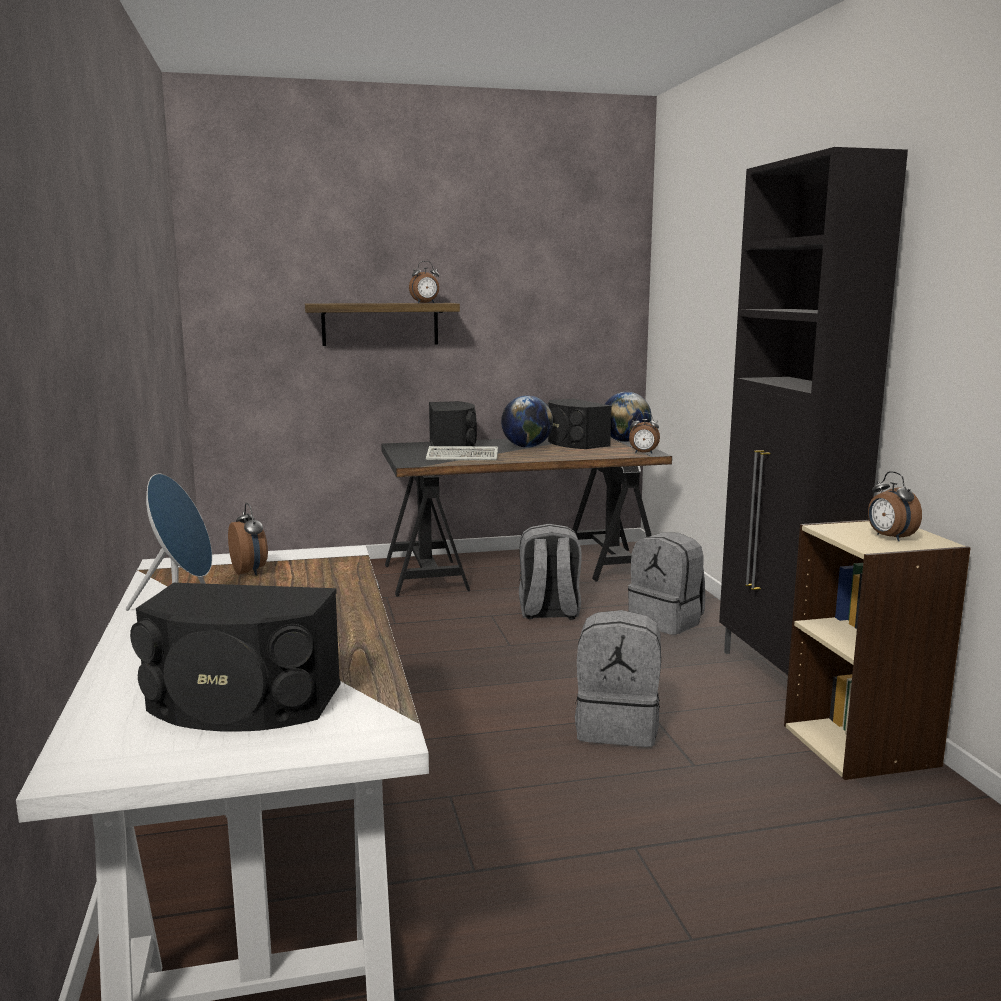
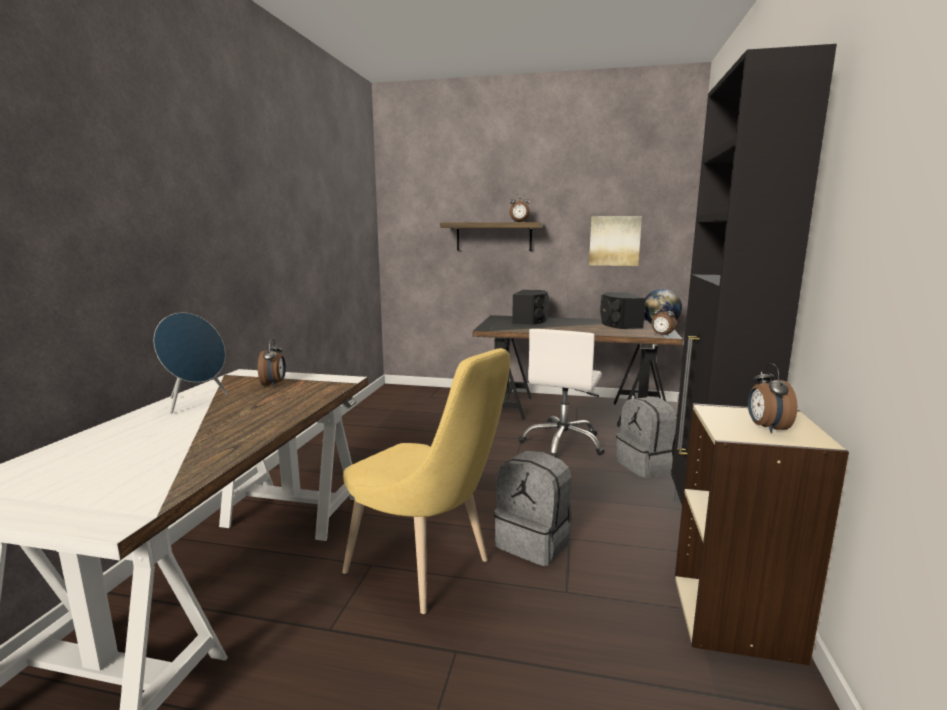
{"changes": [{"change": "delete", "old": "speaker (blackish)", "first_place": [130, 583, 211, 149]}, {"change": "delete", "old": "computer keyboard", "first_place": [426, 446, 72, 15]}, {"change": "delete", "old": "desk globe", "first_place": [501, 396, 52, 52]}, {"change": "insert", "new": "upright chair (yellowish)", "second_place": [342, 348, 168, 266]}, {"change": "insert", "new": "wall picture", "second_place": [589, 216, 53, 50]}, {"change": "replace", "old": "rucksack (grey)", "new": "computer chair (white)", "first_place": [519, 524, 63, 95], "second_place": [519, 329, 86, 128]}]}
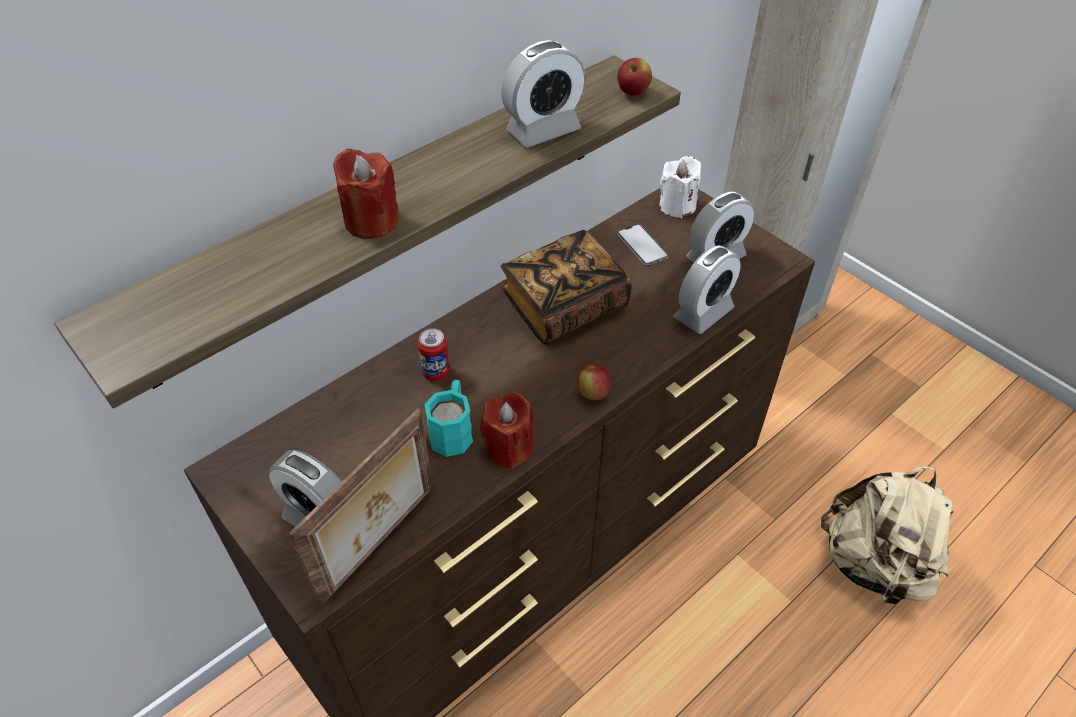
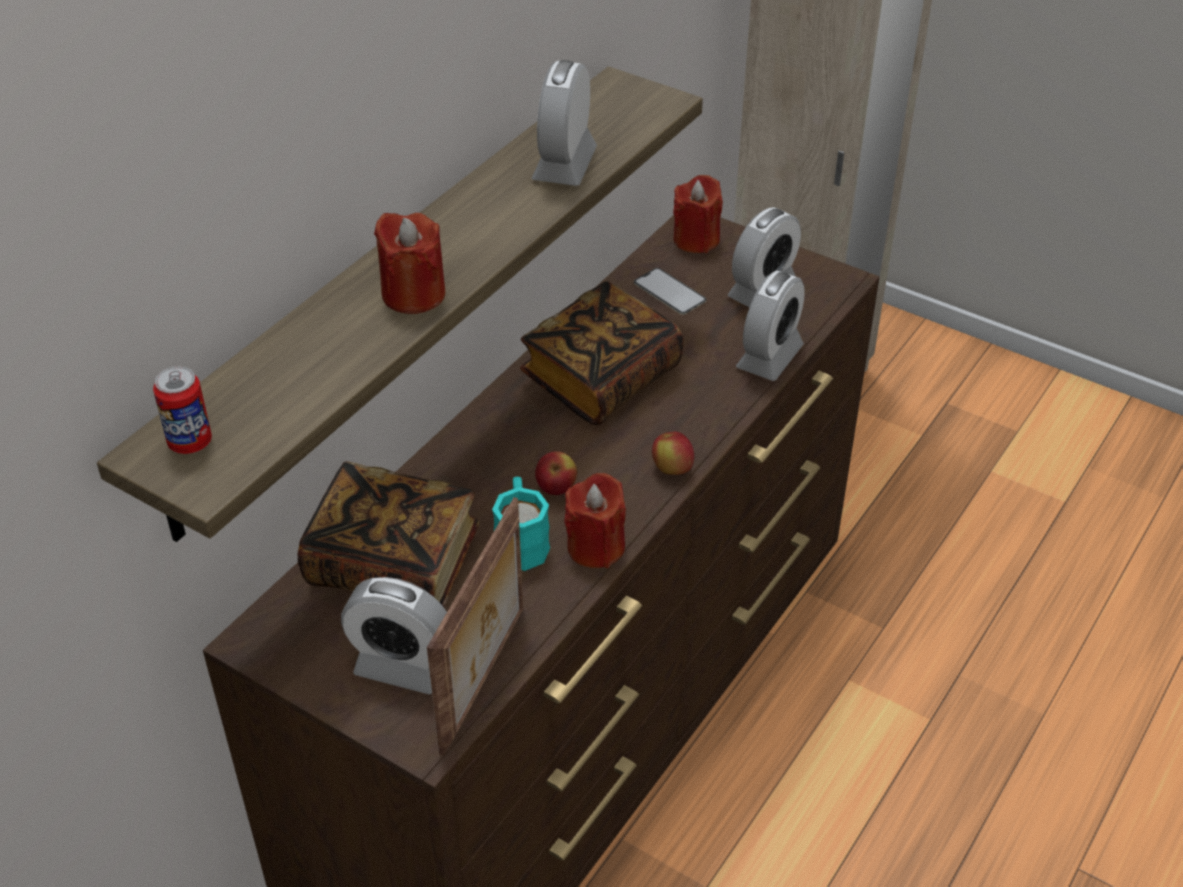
{"changes": [{"change": "delete", "old": "rucksack (beige)", "first_place": [821, 466, 133, 141]}, {"change": "insert", "new": "book", "second_place": [298, 461, 182, 146]}, {"change": "move", "old": "can", "first_place": [418, 328, 32, 53], "second_place": [153, 366, 59, 88]}, {"change": "move", "old": "whole apple", "first_place": [617, 58, 35, 38], "second_place": [535, 451, 42, 44]}, {"change": "recolor", "old": "wax candle (white)", "new": "wax candle (red-coloured)", "first_place": [659, 156, 42, 62], "second_place": [673, 175, 50, 78]}, {"change": "rotate", "old": "alarm clock", "first_place": [501, 40, 84, 107], "second_place": [532, 60, 65, 126], "degrees": 150}]}
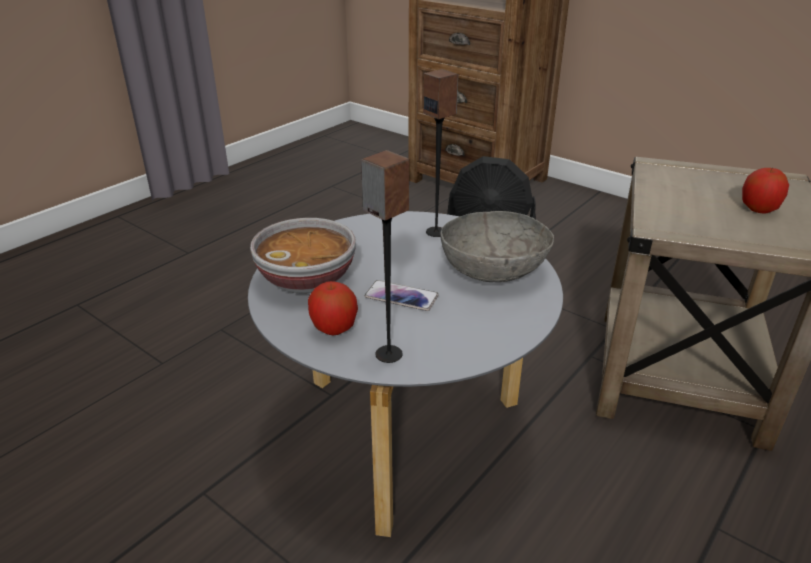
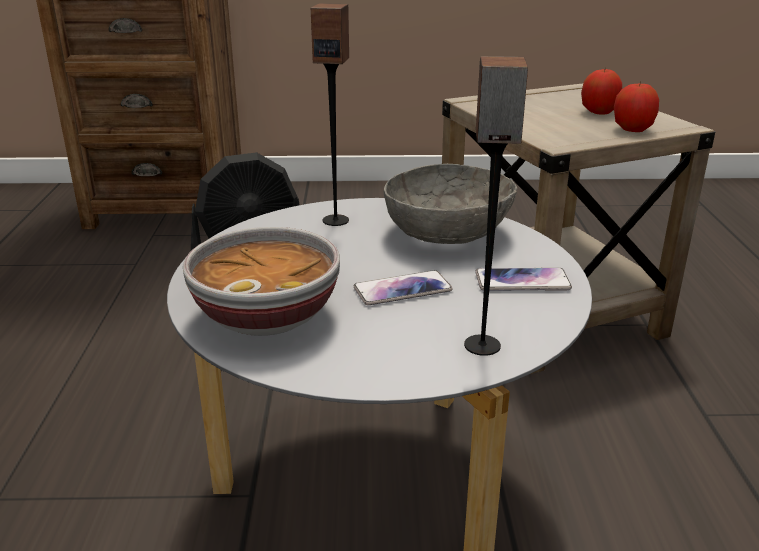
{"changes": [{"change": "insert", "new": "handset", "second_place": [475, 268, 97, 23]}, {"change": "move", "old": "whole apple", "first_place": [308, 281, 50, 54], "second_place": [614, 82, 45, 50]}]}
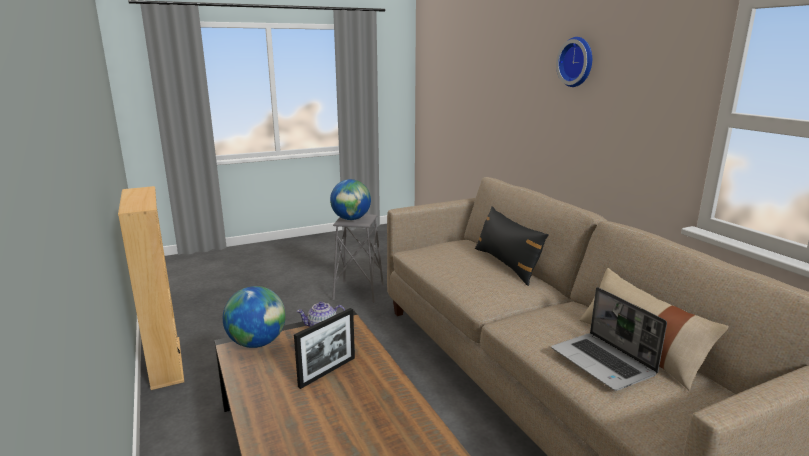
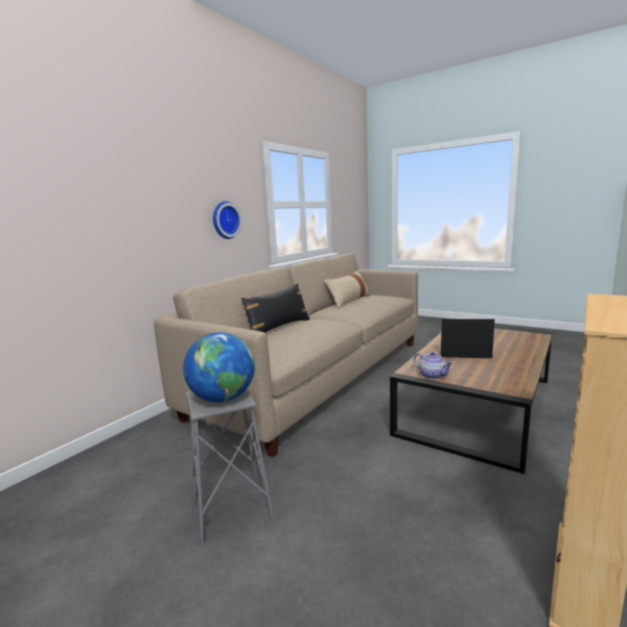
{"changes": [{"change": "delete", "old": "desk globe", "first_place": [223, 286, 63, 62]}, {"change": "delete", "old": "portable computer", "first_place": [551, 287, 116, 104]}, {"change": "move", "old": "hanging clock", "first_place": [556, 37, 36, 50], "second_place": [213, 201, 29, 38]}]}
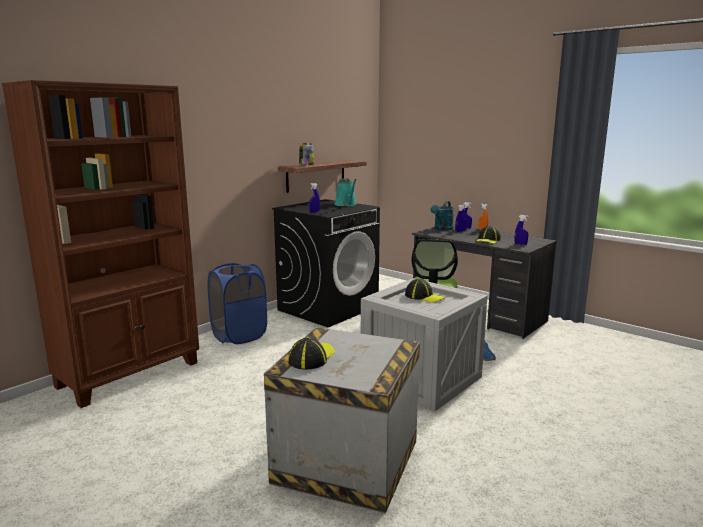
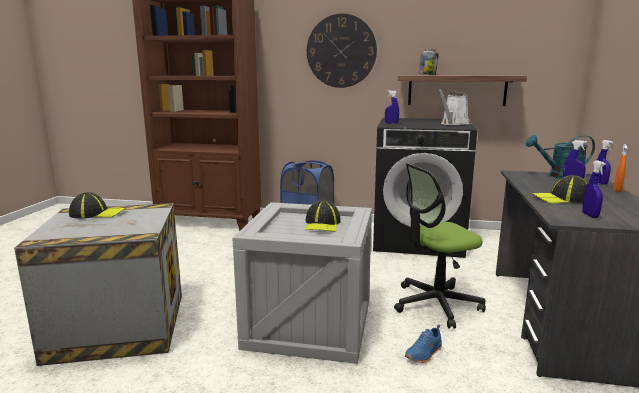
{"changes": [{"change": "insert", "new": "hanging clock", "second_place": [307, 13, 70, 75]}, {"change": "recolor", "old": "sprinkling can (blue-green)", "new": "sprinkling can (white)", "first_place": [335, 178, 22, 28], "second_place": [438, 89, 32, 36]}]}
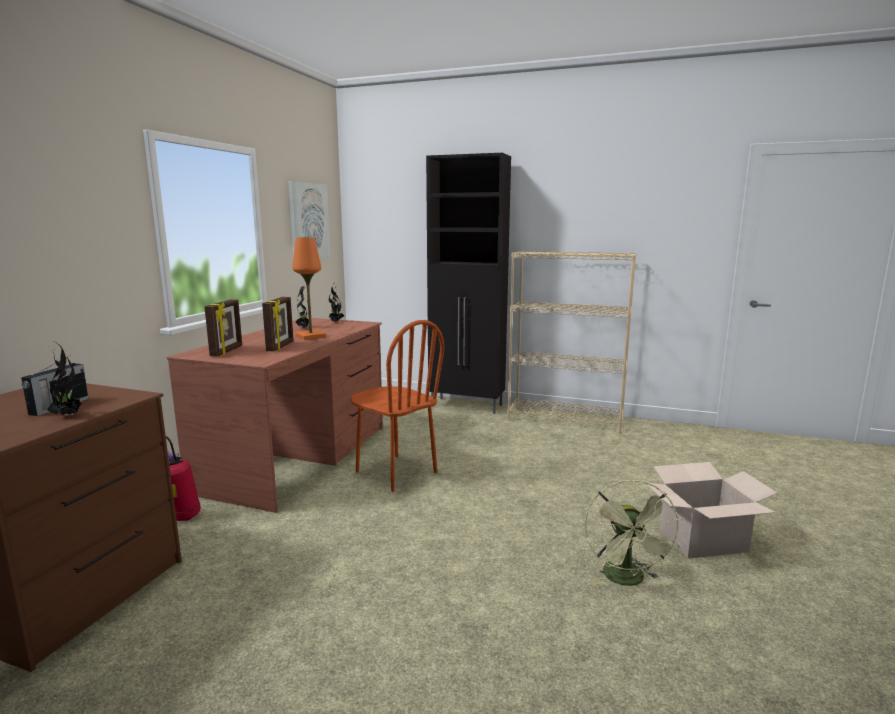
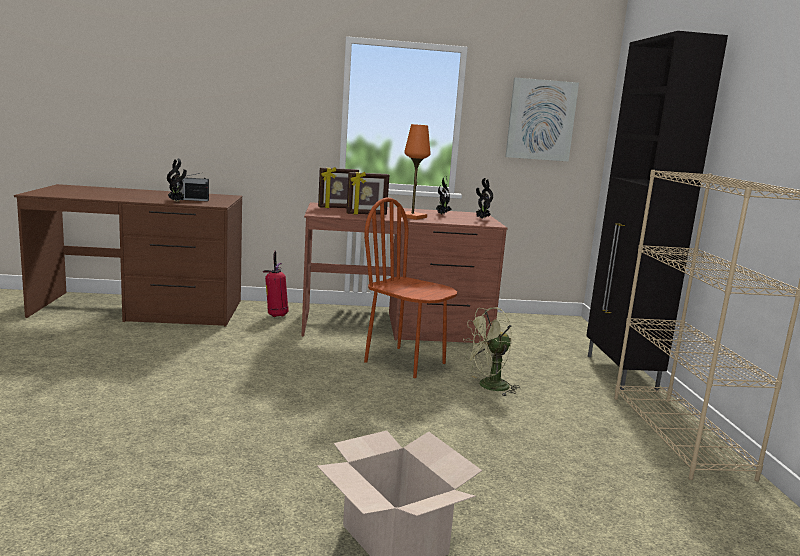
{"changes": [{"change": "move", "old": "fan (green)", "first_place": [584, 479, 98, 107], "second_place": [463, 307, 57, 89]}, {"change": "rotate", "old": "upright chair (brown)", "first_place": [350, 320, 94, 172], "second_place": [364, 197, 93, 181], "degrees": 105}]}
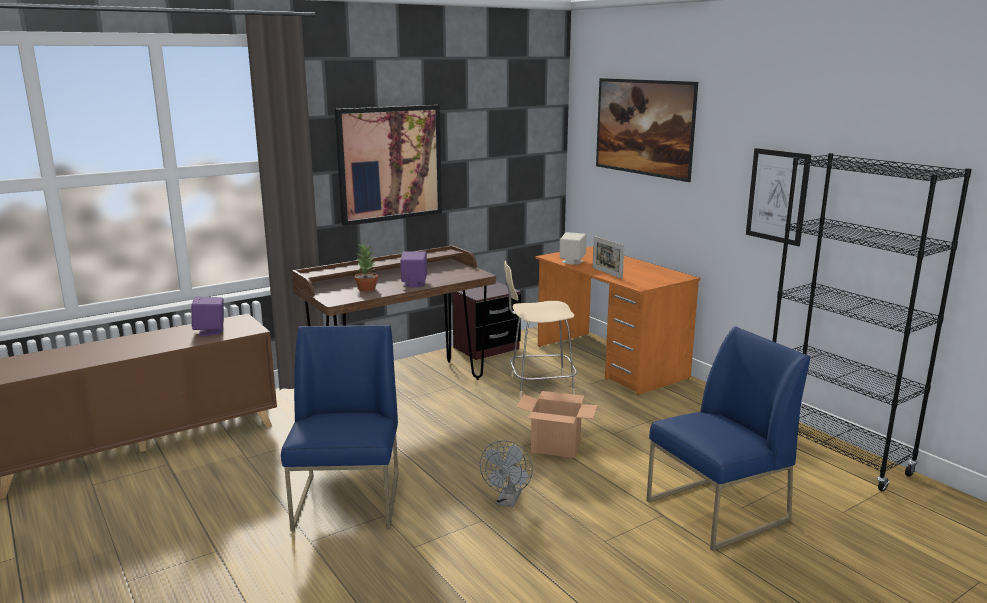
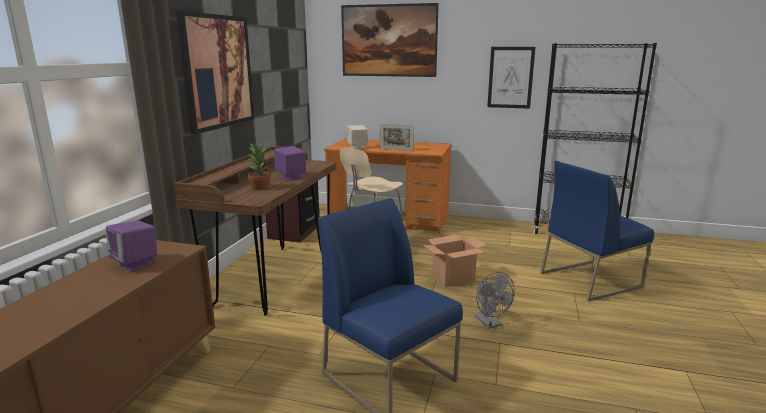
{"changes": [{"change": "rotate", "old": "upright chair (bluish)", "first_place": [646, 326, 164, 225], "second_place": [541, 161, 113, 141], "degrees": -135}]}
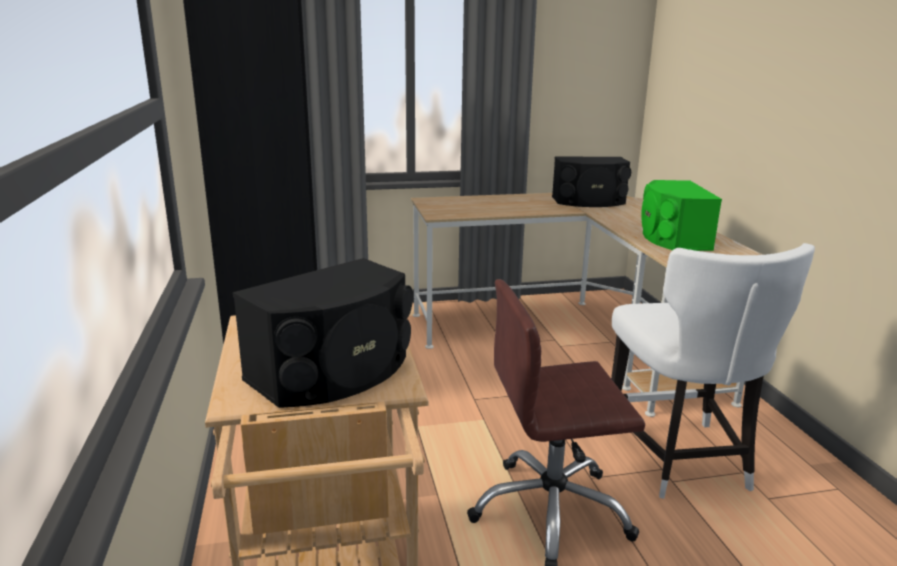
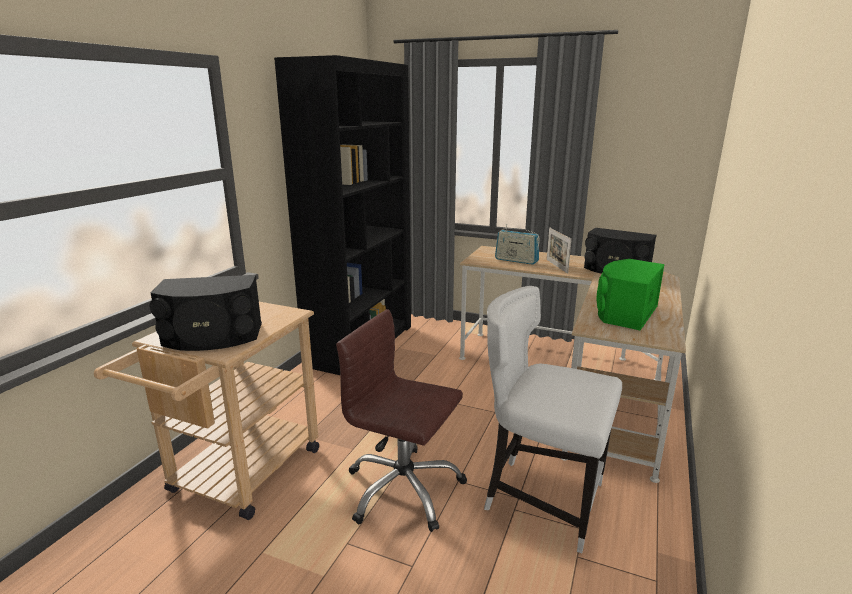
{"changes": [{"change": "insert", "new": "radio receiver", "second_place": [495, 224, 45, 41]}, {"change": "insert", "new": "photo frame", "second_place": [547, 228, 25, 46]}, {"change": "rotate", "old": "upright chair (white)", "first_place": [611, 243, 204, 256], "second_place": [484, 286, 138, 267], "degrees": 90}]}
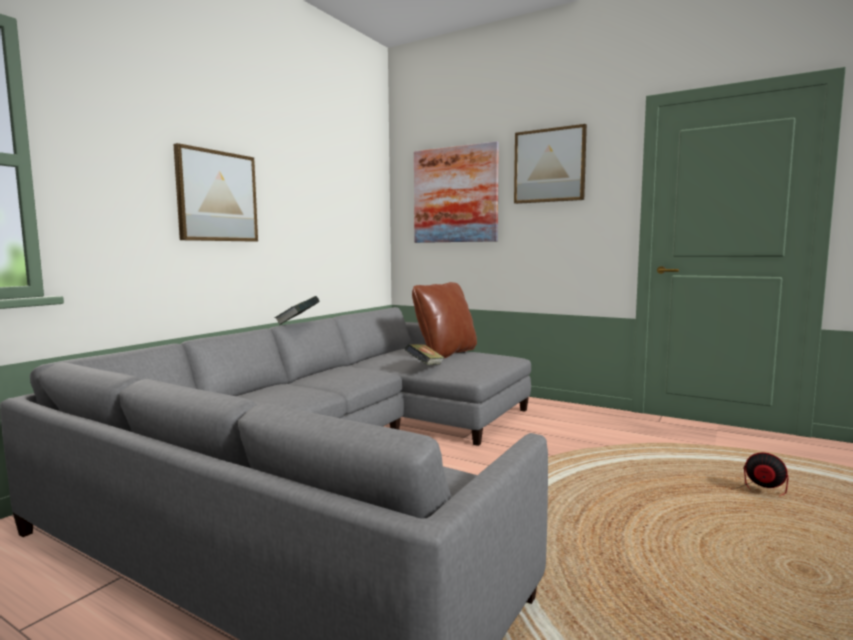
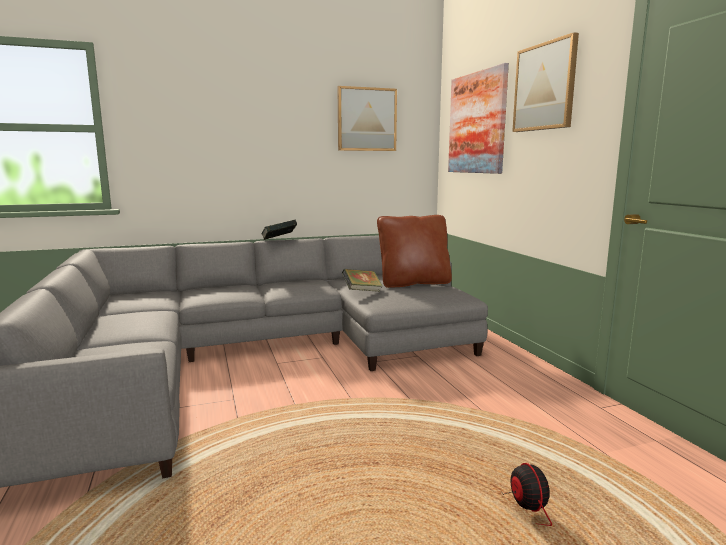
{"changes": [{"change": "move", "old": "wall picture", "first_place": [173, 143, 85, 99], "second_place": [337, 86, 60, 65]}]}
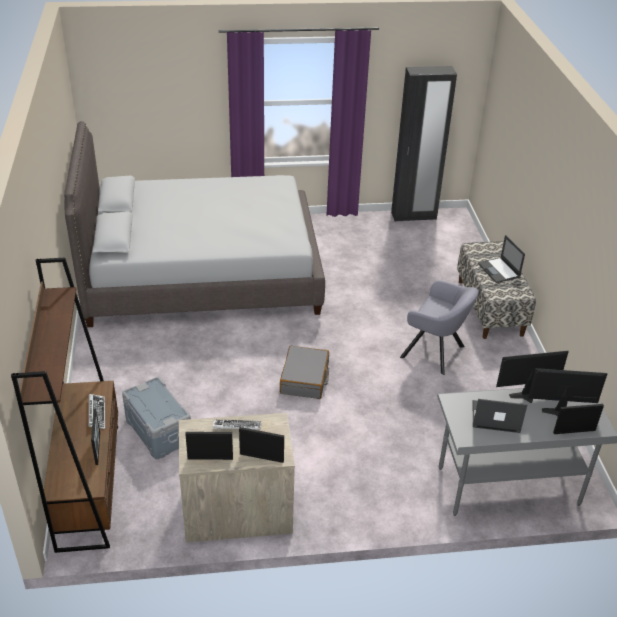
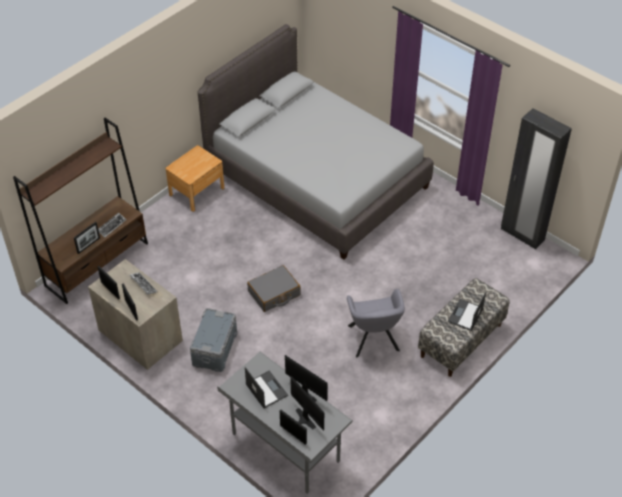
{"changes": [{"change": "insert", "new": "nightstand (brown)", "second_place": [166, 145, 58, 67]}, {"change": "move", "old": "storage bin (grey)", "first_place": [122, 377, 69, 82], "second_place": [190, 308, 47, 64]}]}
